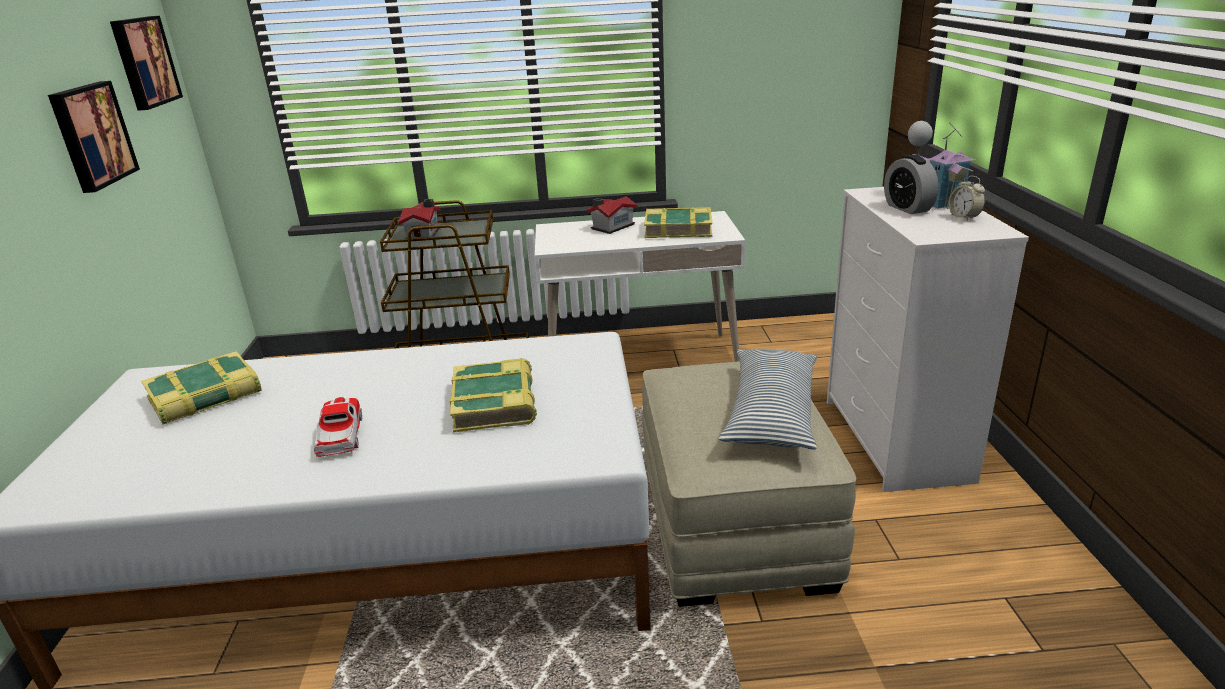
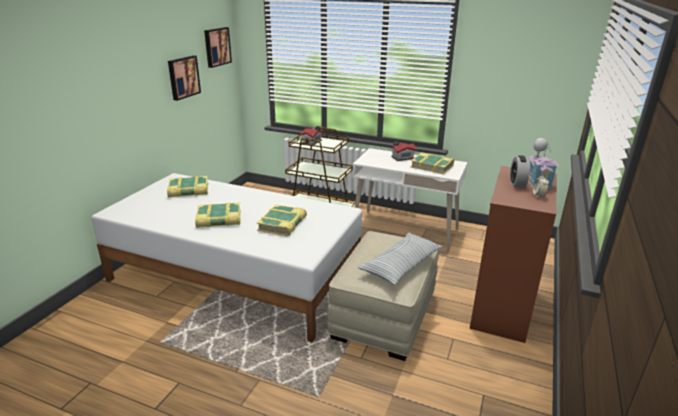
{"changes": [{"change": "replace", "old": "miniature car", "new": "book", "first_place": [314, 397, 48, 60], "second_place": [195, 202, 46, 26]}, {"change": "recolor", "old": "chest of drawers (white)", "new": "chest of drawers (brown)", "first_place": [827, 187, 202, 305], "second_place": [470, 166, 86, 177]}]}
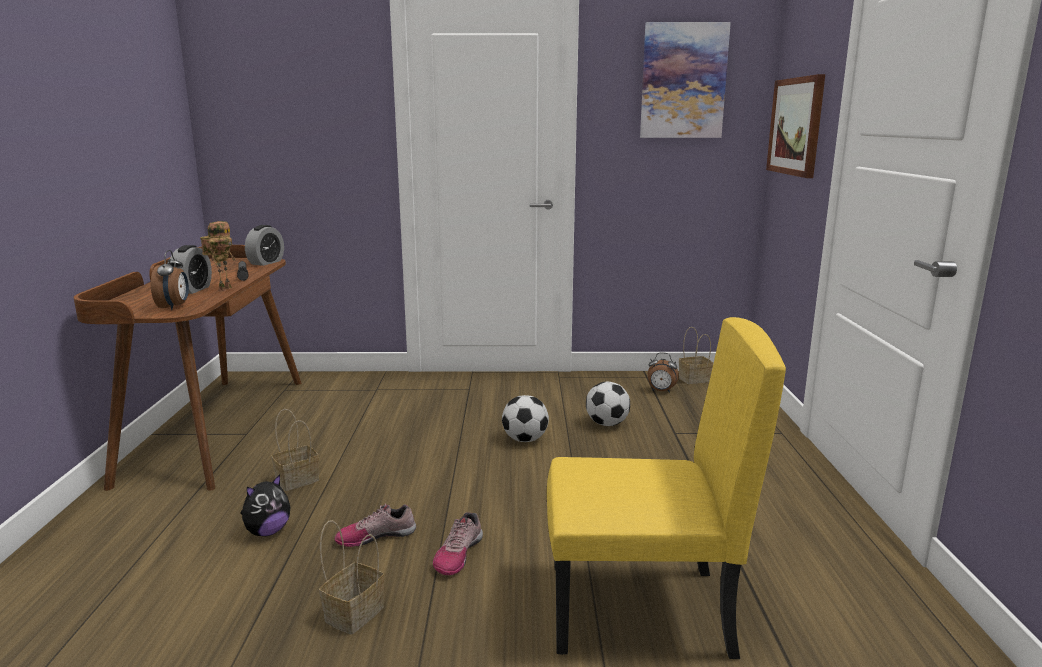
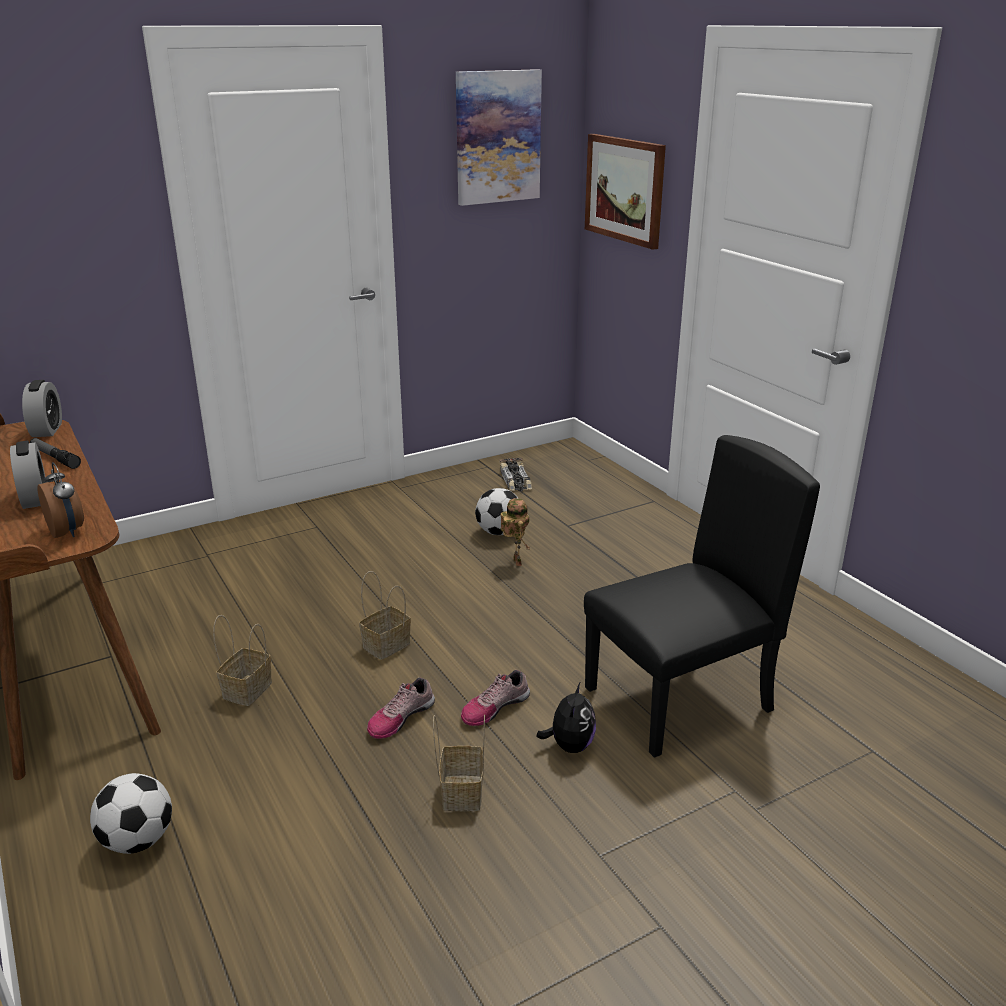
{"changes": [{"change": "move", "old": "robot figure", "first_place": [200, 221, 36, 70], "second_place": [501, 498, 30, 68]}, {"change": "move", "old": "soft toy", "first_place": [240, 474, 51, 62], "second_place": [536, 683, 60, 70]}, {"change": "move", "old": "ball for football", "first_place": [502, 395, 47, 47], "second_place": [90, 773, 82, 81]}, {"change": "move", "old": "household basket", "first_place": [679, 327, 34, 57], "second_place": [359, 571, 52, 89]}, {"change": "replace", "old": "alarm clock", "new": "miniature car", "first_place": [648, 352, 31, 41], "second_place": [500, 458, 32, 34]}, {"change": "recolor", "old": "upright chair (yellowish)", "new": "upright chair (blackish)", "first_place": [547, 317, 239, 342], "second_place": [584, 435, 236, 323]}, {"change": "rotate", "old": "shoe", "first_place": [433, 512, 50, 63], "second_place": [461, 670, 69, 56], "degrees": 60}]}
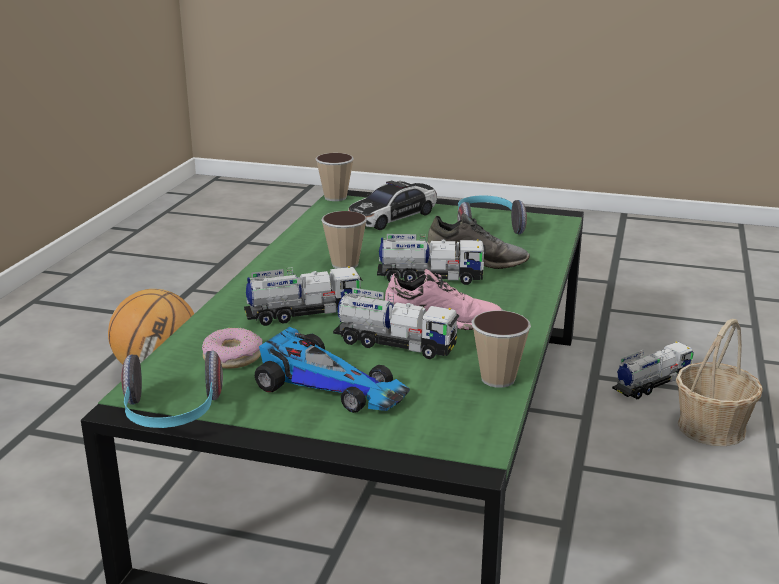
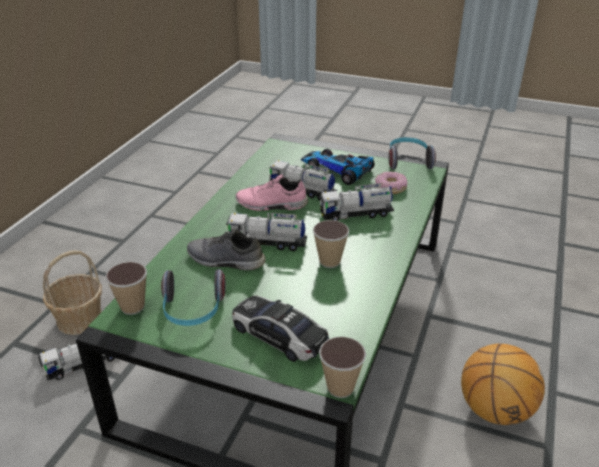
{"changes": [{"change": "move", "old": "small cup", "first_place": [472, 311, 59, 77], "second_place": [106, 262, 41, 53]}, {"change": "rotate", "old": "miniature car", "first_place": [348, 180, 89, 50], "second_place": [232, 296, 97, 66], "degrees": -105}]}
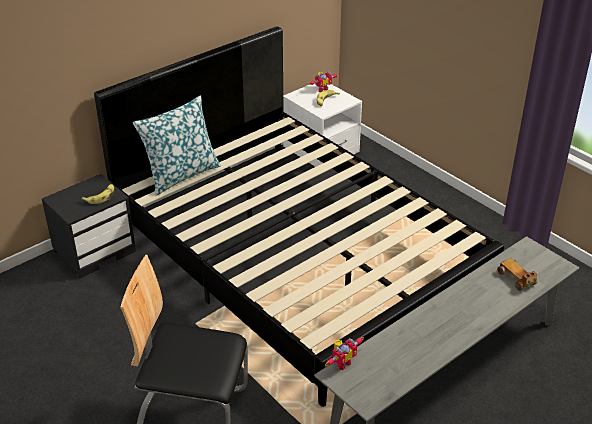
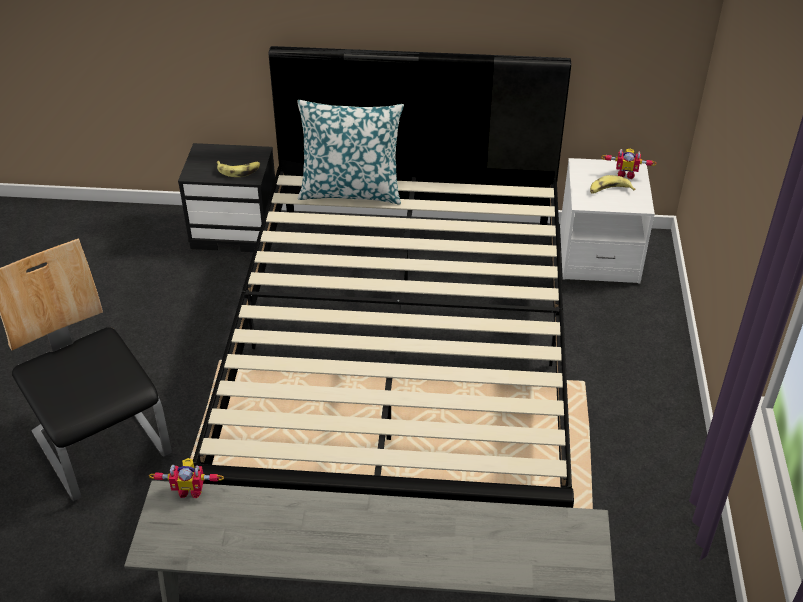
{"changes": [{"change": "delete", "old": "miniature car", "first_place": [497, 259, 40, 32]}]}
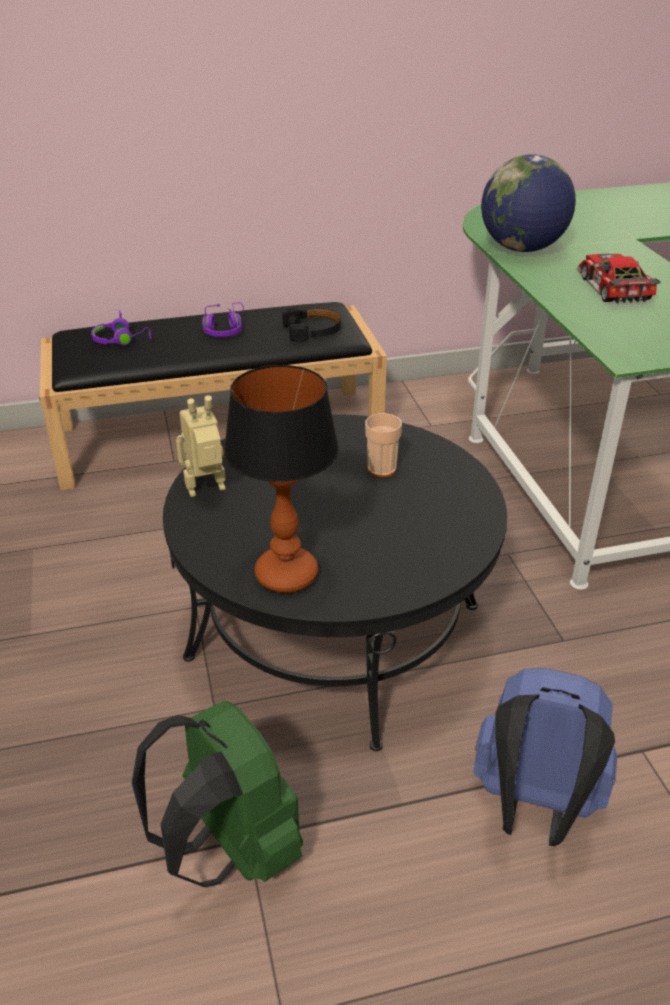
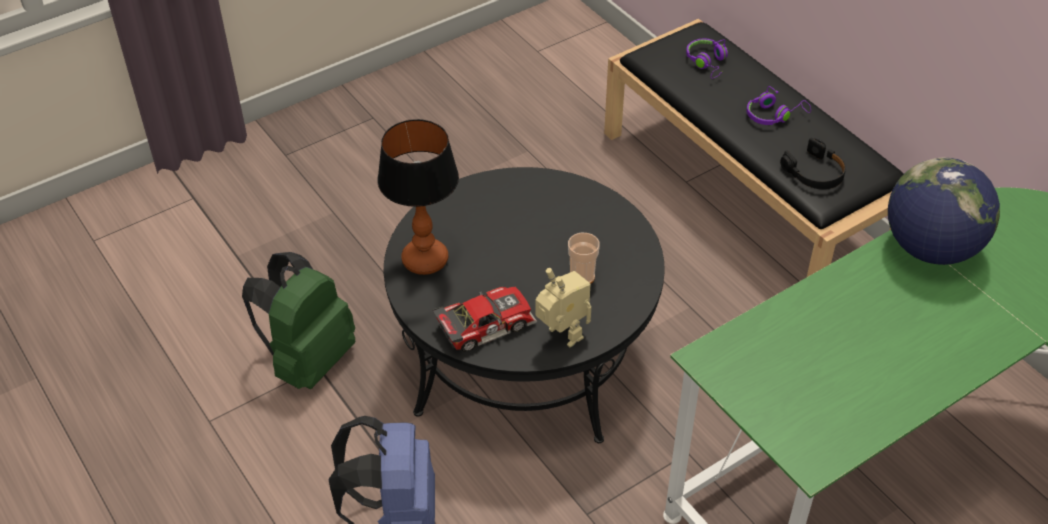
{"changes": [{"change": "move", "old": "robot figure", "first_place": [176, 395, 50, 102], "second_place": [535, 268, 56, 80]}, {"change": "move", "old": "miniature car", "first_place": [577, 254, 84, 49], "second_place": [433, 287, 104, 65]}]}
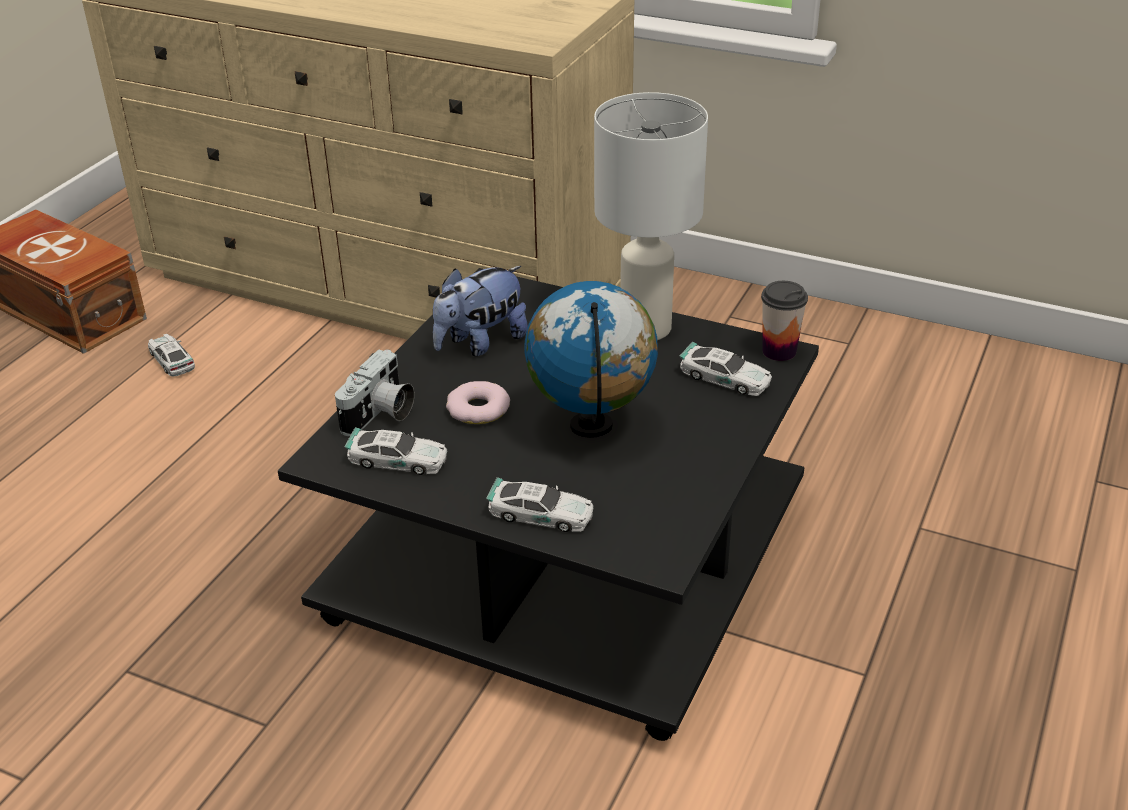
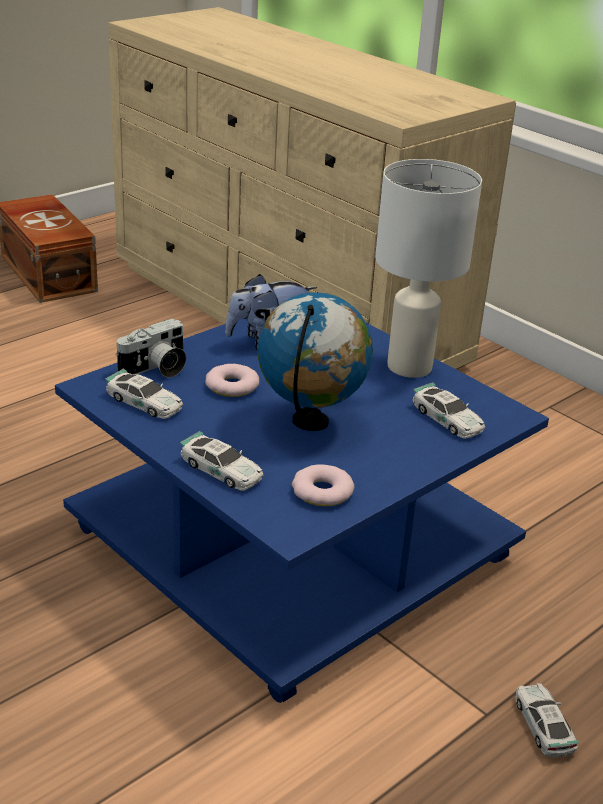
{"changes": [{"change": "delete", "old": "small cup", "first_place": [761, 281, 47, 80]}, {"change": "insert", "new": "doughnut", "second_place": [292, 464, 62, 42]}, {"change": "move", "old": "miniature car", "first_place": [148, 334, 47, 43], "second_place": [515, 683, 64, 74]}, {"change": "recolor", "old": "coffee table (blackish)", "new": "coffee table (bluish)", "first_place": [278, 268, 541, 473], "second_place": [55, 319, 494, 384]}]}
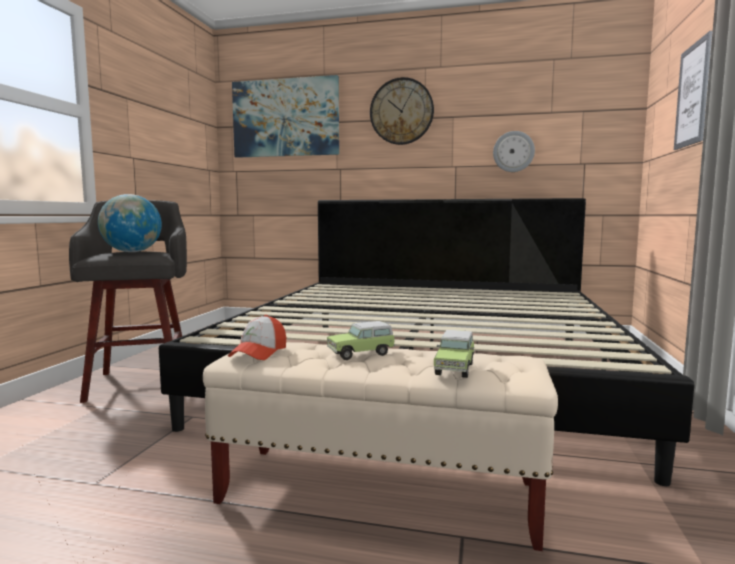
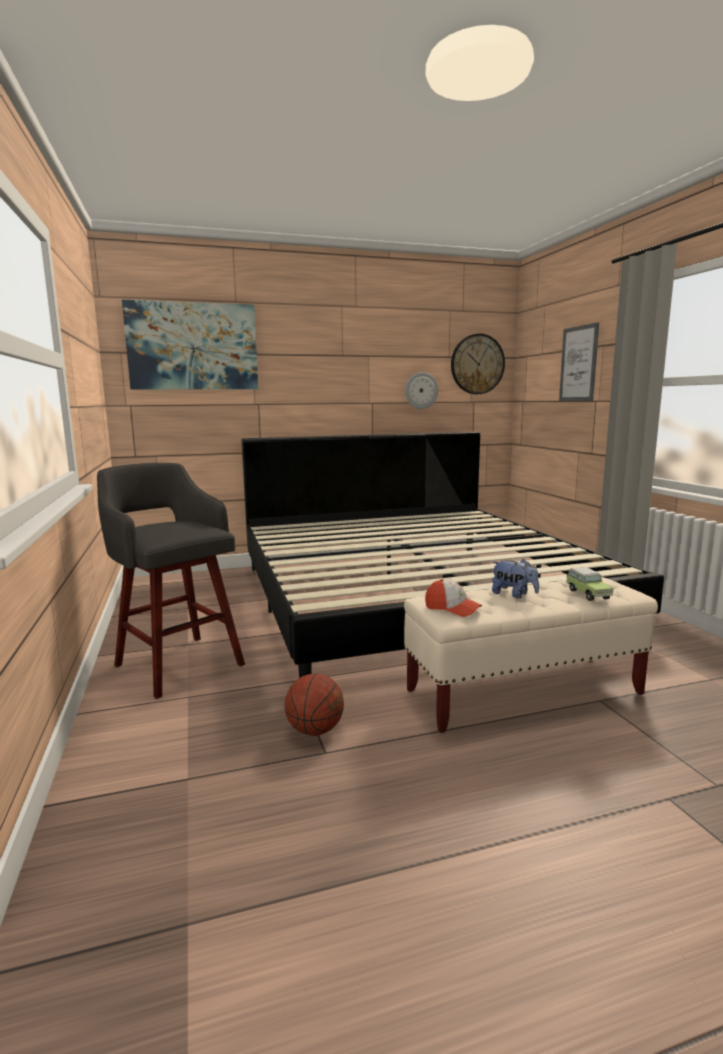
{"changes": [{"change": "delete", "old": "desk globe", "first_place": [98, 194, 64, 58]}, {"change": "insert", "new": "basketball", "second_place": [285, 674, 59, 62]}, {"change": "move", "old": "hanging clock", "first_place": [370, 77, 64, 68], "second_place": [451, 333, 54, 61]}, {"change": "replace", "old": "miniature car", "new": "soft toy", "first_place": [327, 321, 68, 39], "second_place": [492, 559, 47, 39]}, {"change": "rotate", "old": "cap", "first_place": [228, 315, 58, 45], "second_place": [425, 579, 57, 38], "degrees": -45}]}
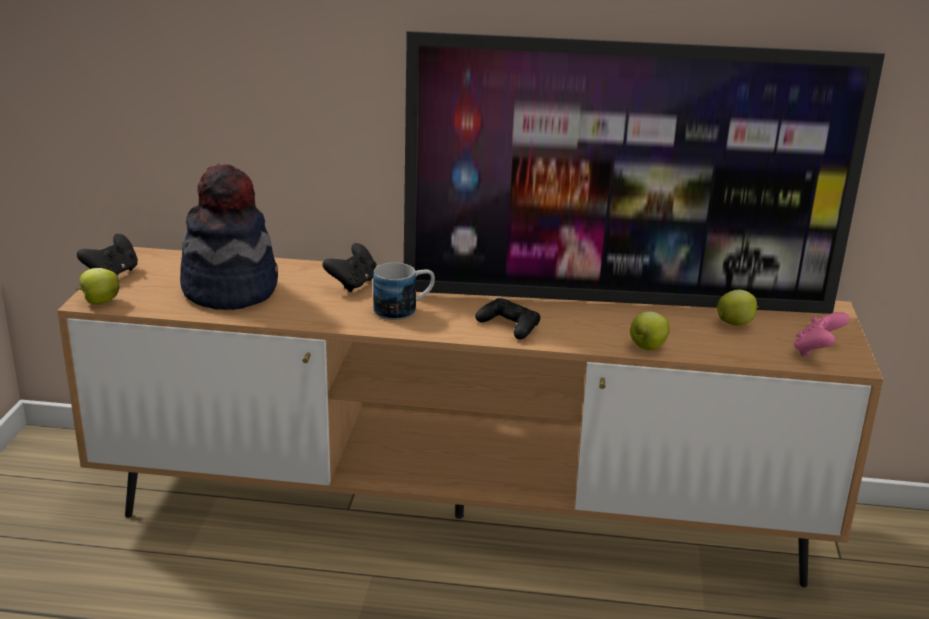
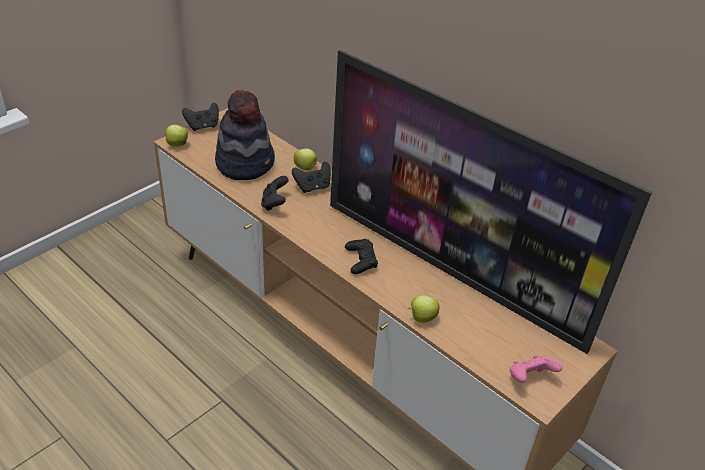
{"changes": [{"change": "delete", "old": "coffee mug", "first_place": [373, 263, 62, 57]}, {"change": "insert", "new": "joypad (blackish)", "second_place": [261, 176, 28, 35]}, {"change": "move", "old": "whole apple", "first_place": [717, 290, 42, 36], "second_place": [294, 148, 23, 22]}]}
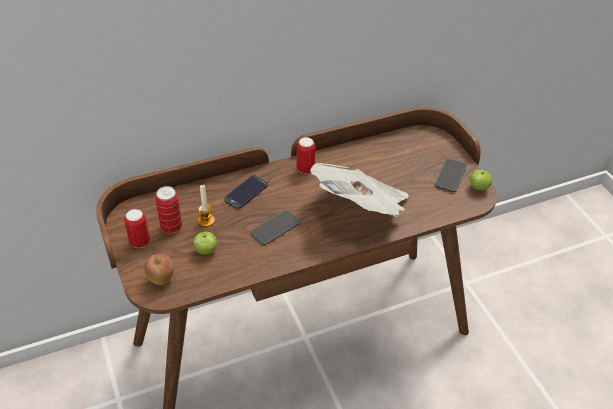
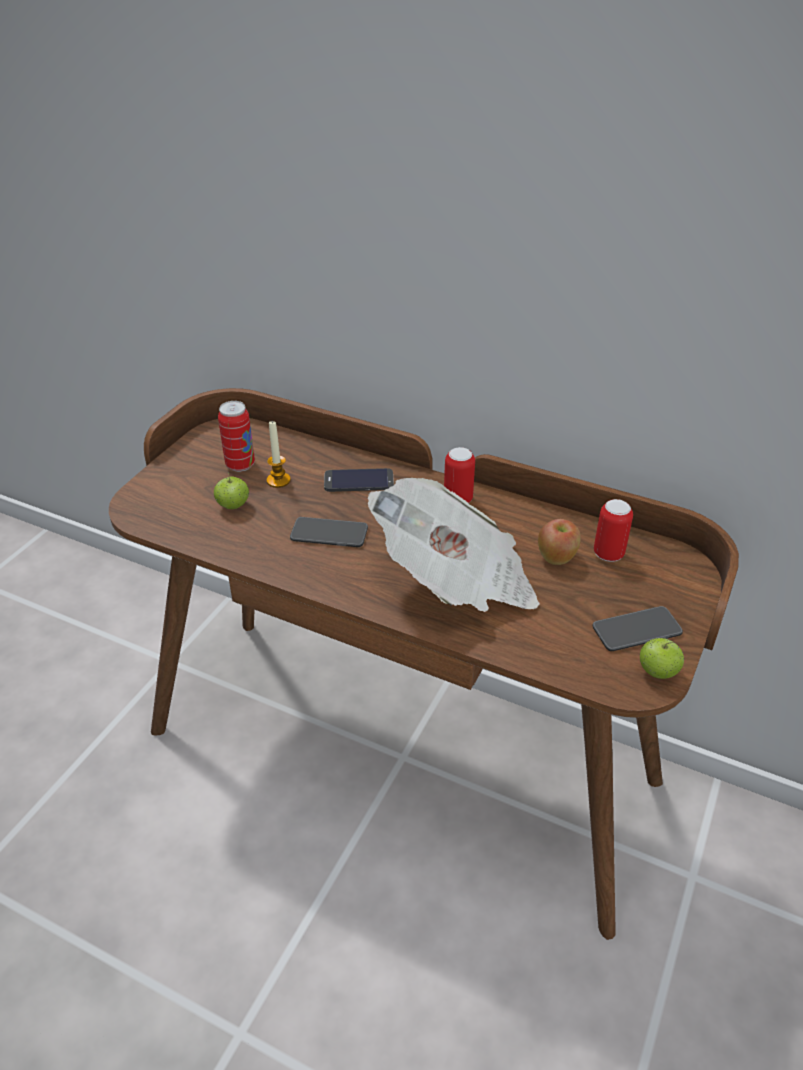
{"changes": [{"change": "move", "old": "can", "first_place": [124, 209, 26, 39], "second_place": [594, 499, 39, 63]}, {"change": "move", "old": "whole apple", "first_place": [145, 254, 29, 31], "second_place": [538, 519, 43, 46]}]}
